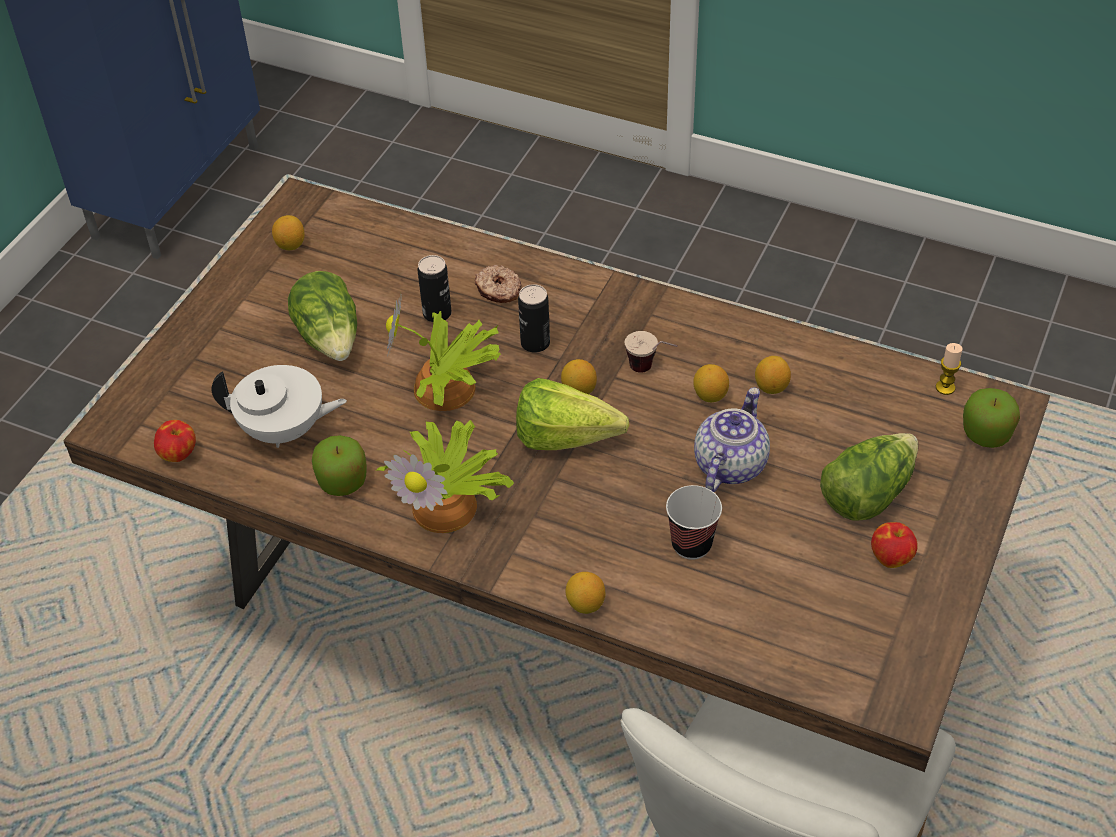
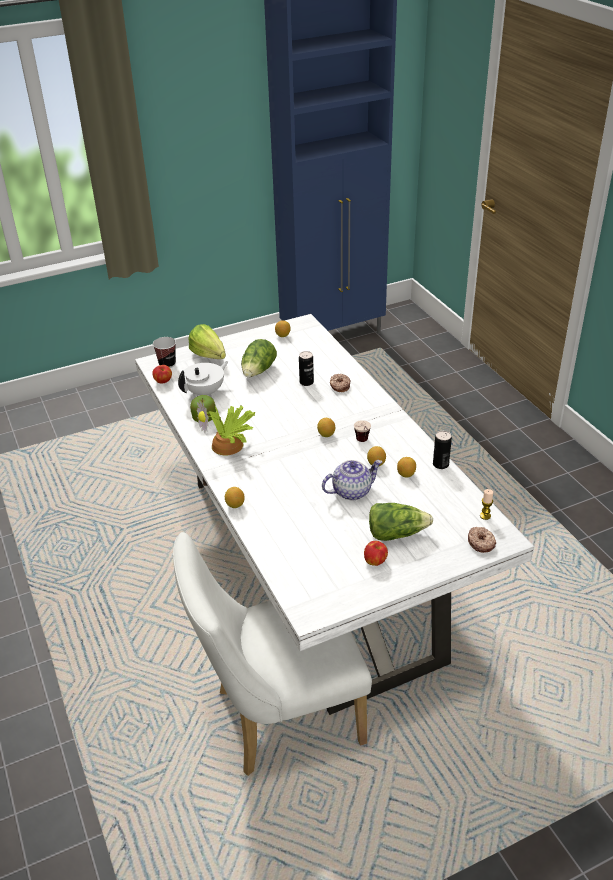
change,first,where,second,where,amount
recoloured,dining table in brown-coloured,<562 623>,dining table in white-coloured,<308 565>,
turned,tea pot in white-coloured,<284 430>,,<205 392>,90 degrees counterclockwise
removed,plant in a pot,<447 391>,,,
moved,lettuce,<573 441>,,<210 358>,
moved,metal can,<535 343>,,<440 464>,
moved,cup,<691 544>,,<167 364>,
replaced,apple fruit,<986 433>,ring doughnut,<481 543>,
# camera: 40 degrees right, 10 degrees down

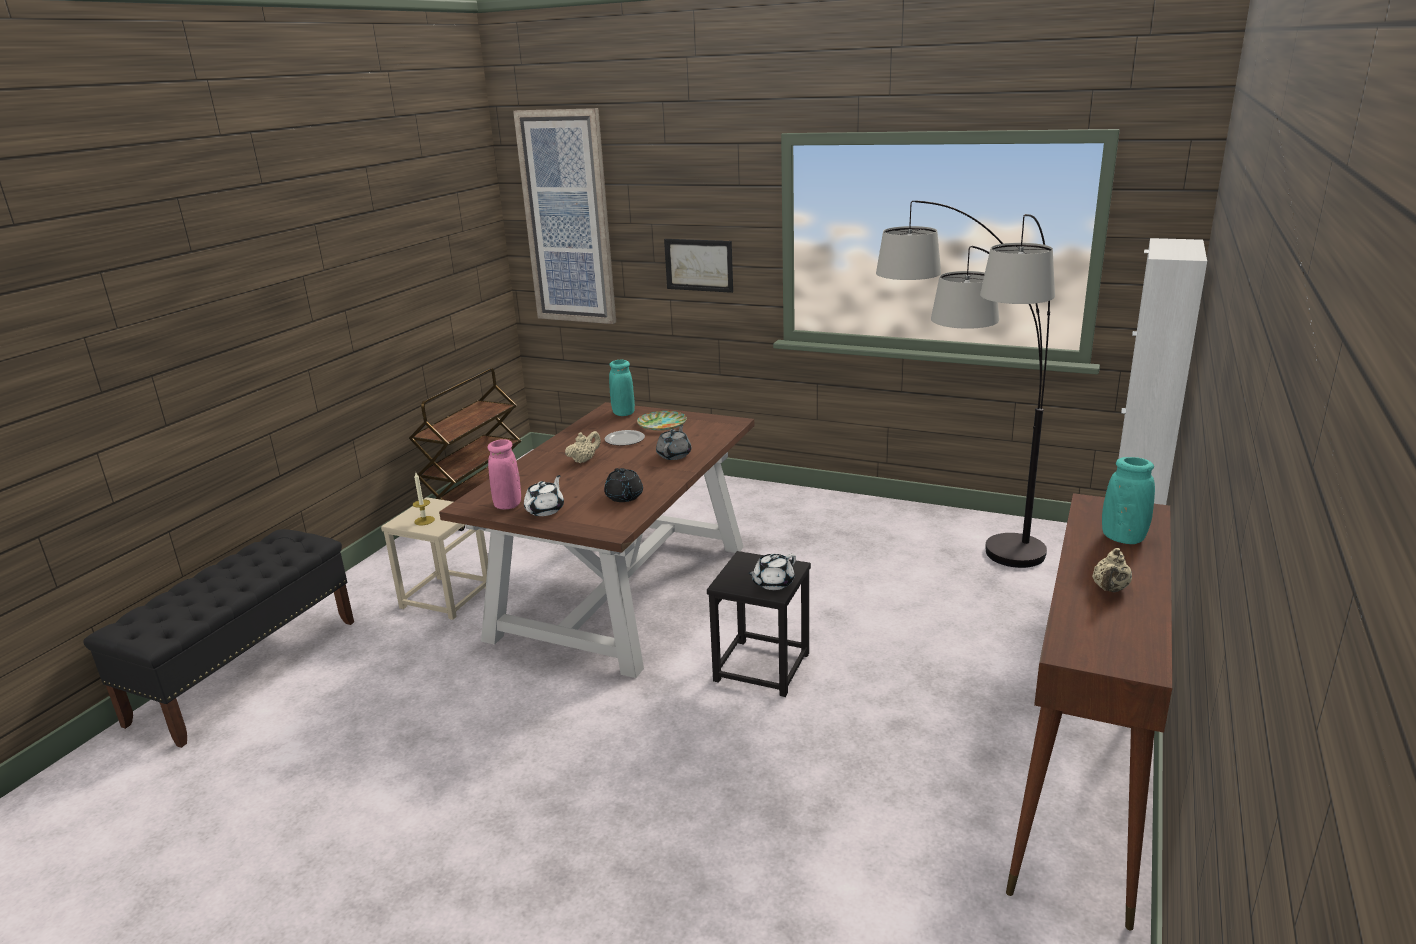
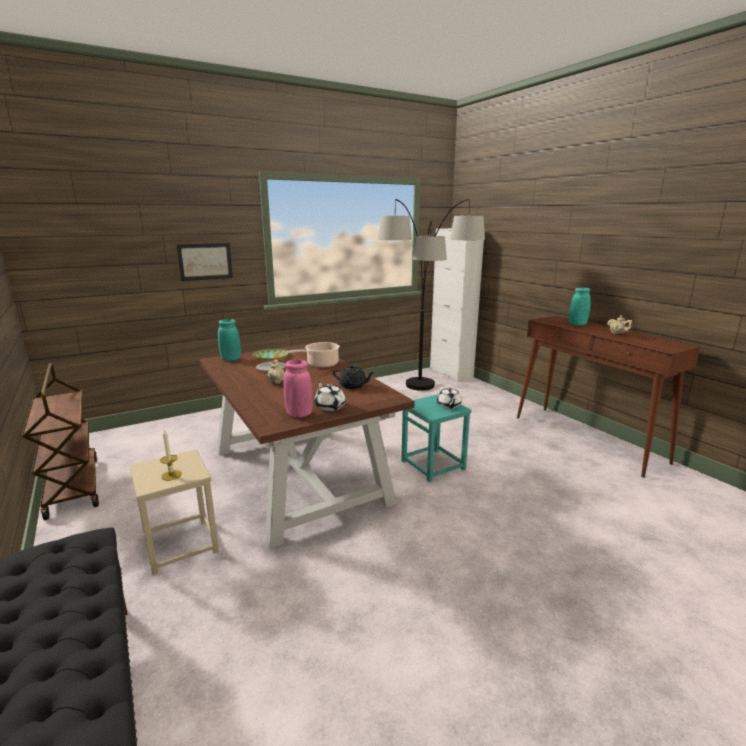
change,first,where,second,where,amount
removed,picture,<568 219>,,,
replaced,tea pot in grey,<674 455>,saucepot,<320 364>,
recoloured,sitting stool in black-coloured,<762 667>,sitting stool in blue-green,<433 465>,
# camera: 55 degrees left, 5 degrees down

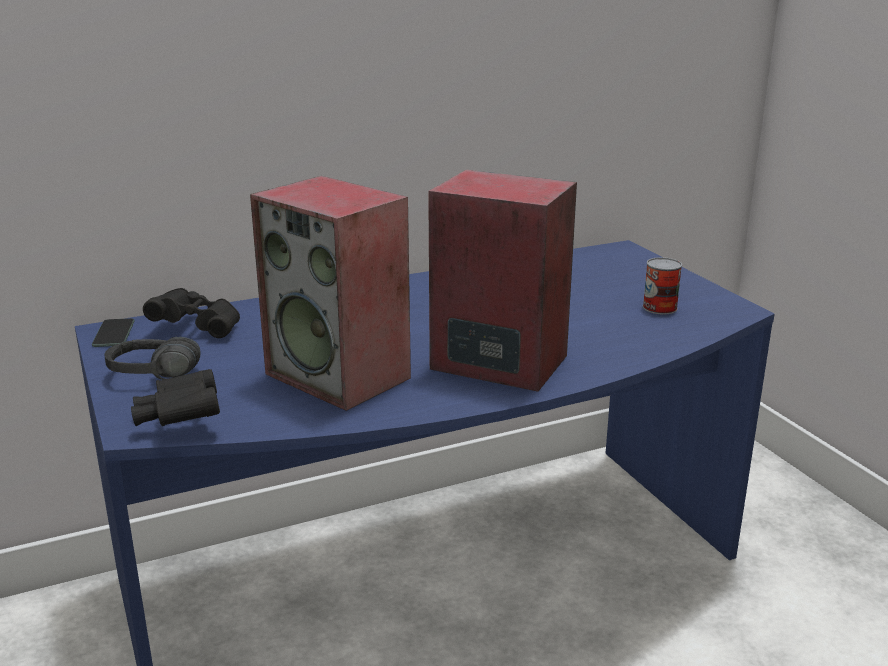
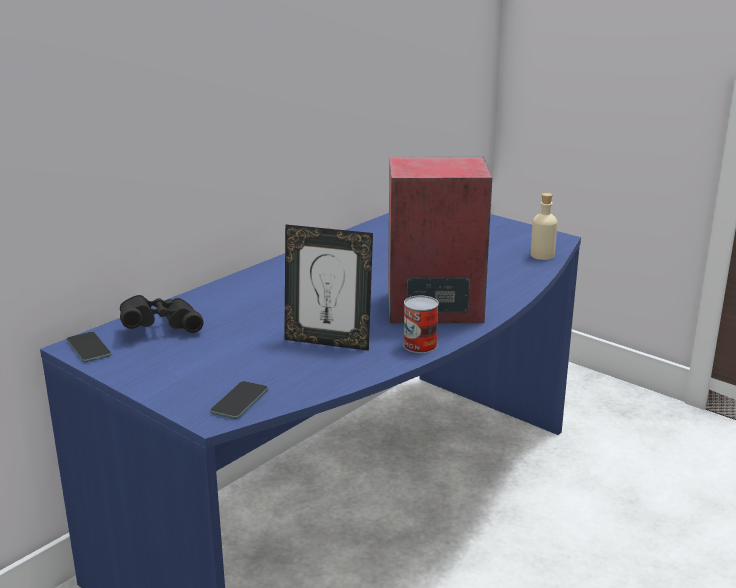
change,first,where,second,where,amount
removed,headphones in black-coloured,<151 380>,,,
replaced,binoculars in black-coloured,<180 419>,telephone,<239 401>,
replaced,loudspeaker,<340 376>,picture frame,<328 341>,
moved,metal can,<659 307>,,<420 345>,
added,,,bottle in beige-coloured,<542 255>,
# camera: 25 degrees left, 0 degrees up

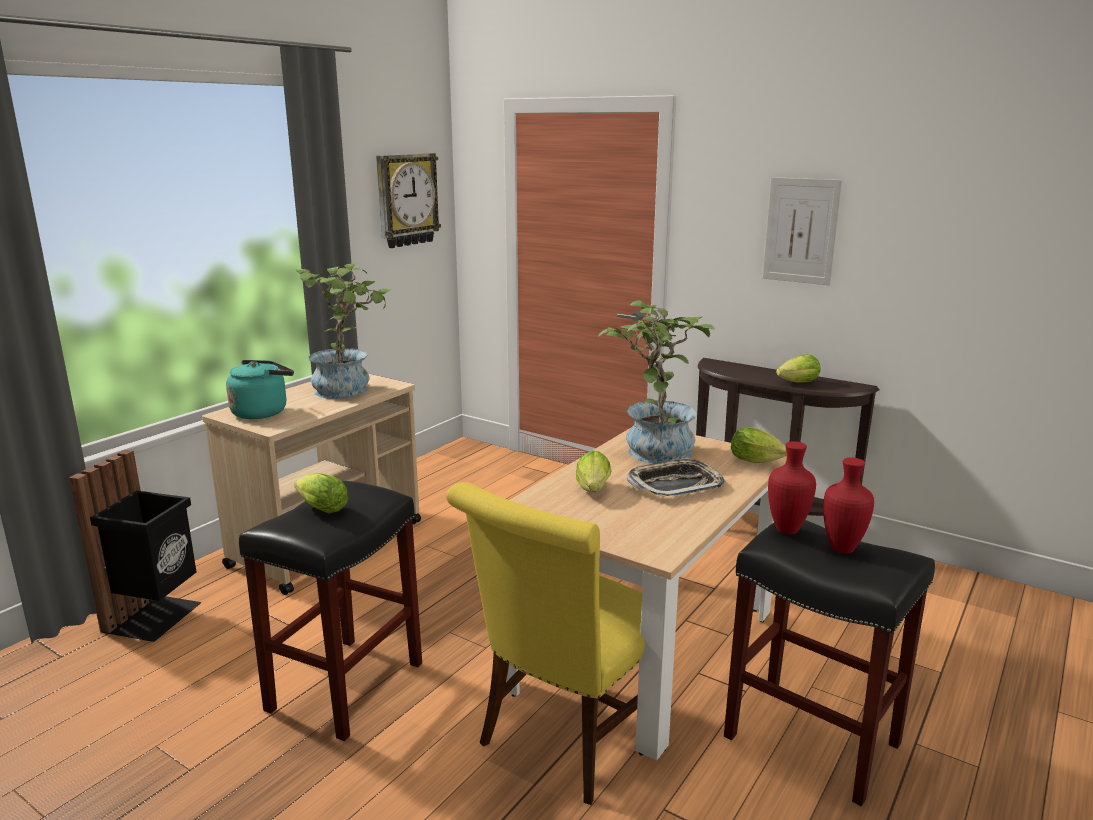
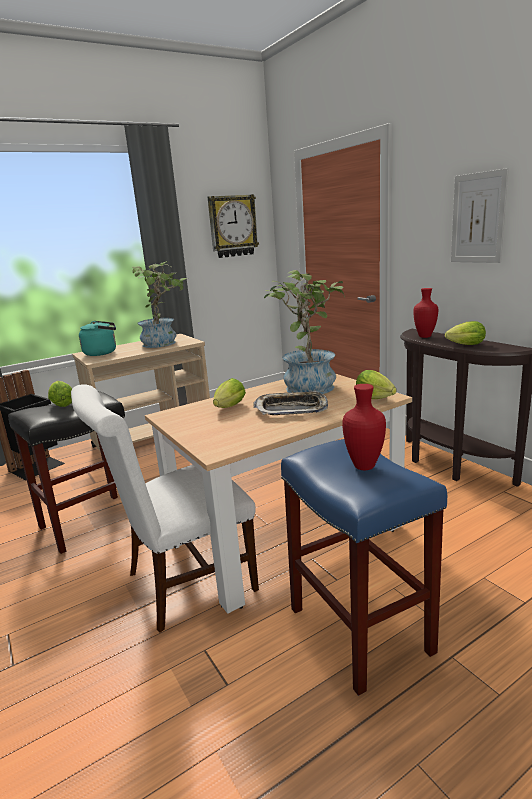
change,first,where,second,where,amount
recoloured,chair in yellow,<566 739>,chair in white-coloured,<183 584>,
recoloured,sitting stool in black-coloured,<814 740>,sitting stool in bluish,<361 630>,
moved,decorative vase in red-coloured,<786 530>,,<424 337>,
# camera: 25 degrees right, 0 degrees up

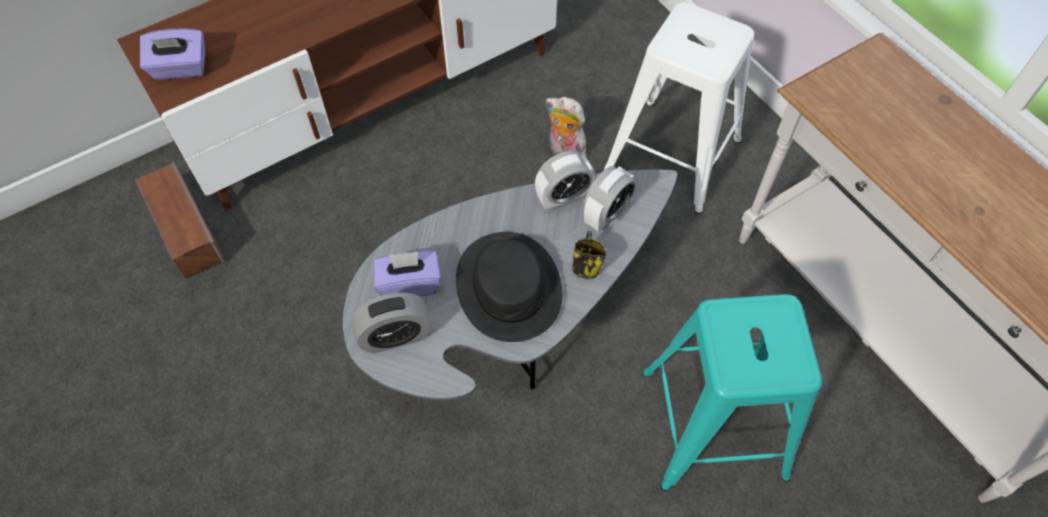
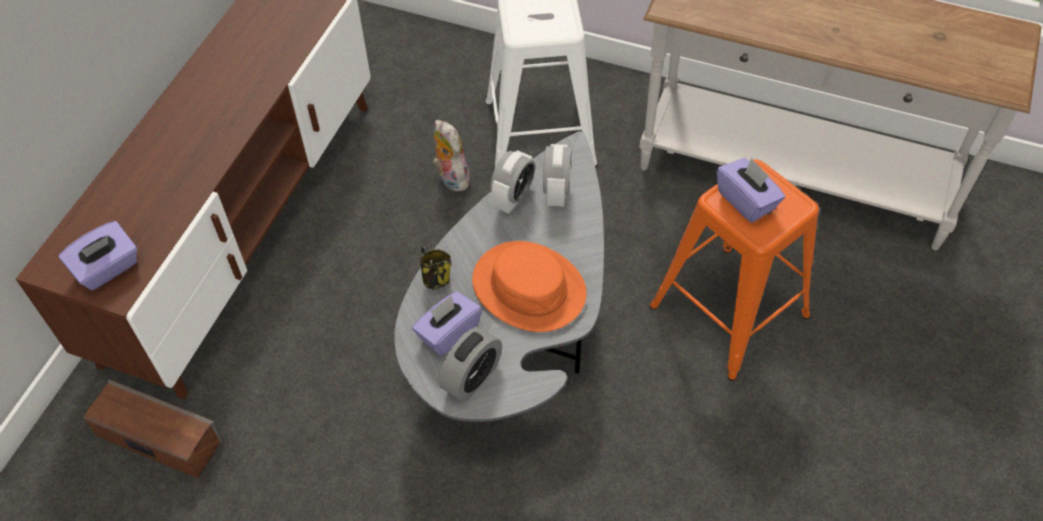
change,first,where,second,where,amount
recoloured,hat in black-coloured,<509 287>,hat in orangey,<529 287>,
turned,plush toy,<564 151>,,<450 178>,60 degrees clockwise
moved,coffee mug,<586 266>,,<435 278>,
recoloured,sitting stool in blue-green,<716 424>,sitting stool in orangey,<731 311>,
added,,,tissue box in purple-coloured,<746 201>,
# camera: 35 degrees left, 5 degrees down

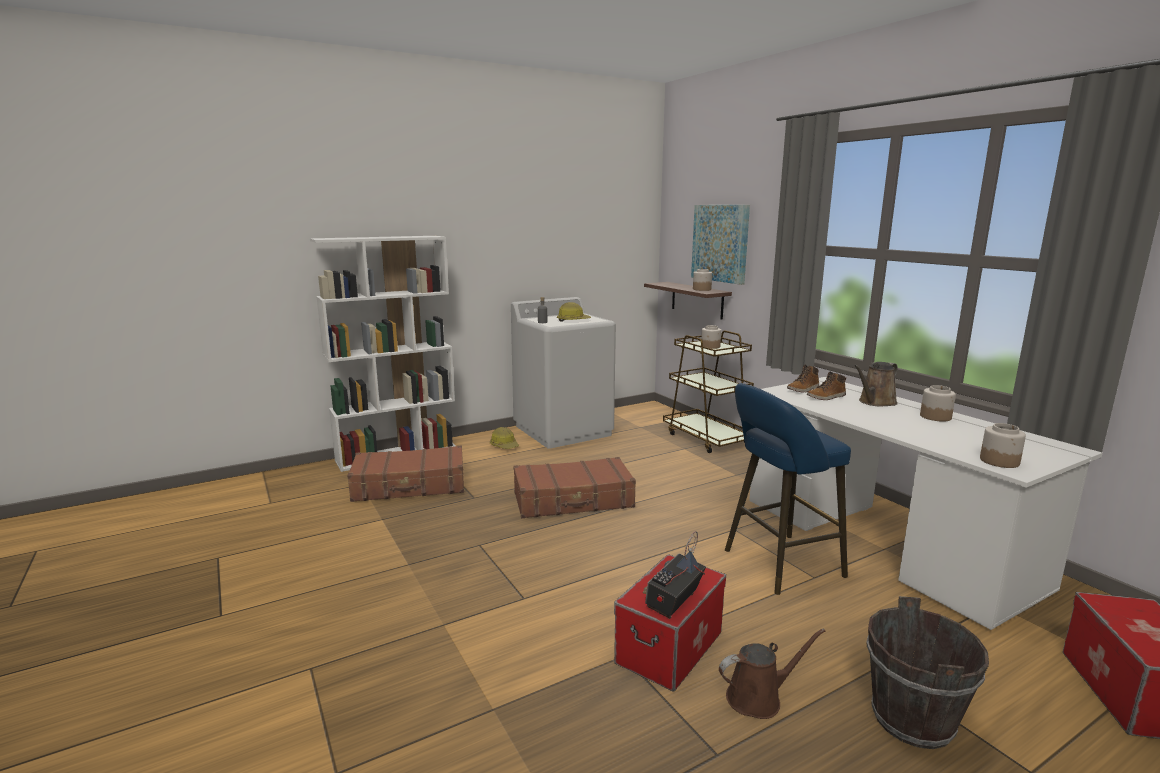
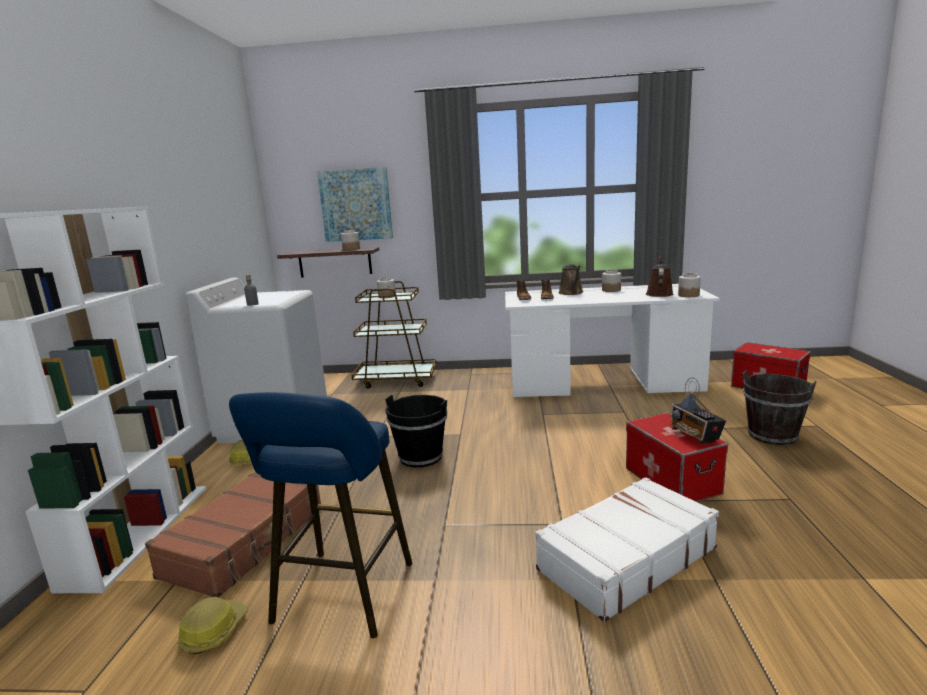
change,first,where,second,where,amount
replaced,suitcase in brown-coloured,<573 500>,bucket in black-coloured,<421 457>,
moved,hard hat,<573 320>,,<213 632>,
moved,watering pot in brown-coloured,<758 698>,,<659 294>,
moved,sitting stool in bluish,<777 564>,,<341 597>,
added,,,suitcase in white-coloured,<625 559>,
# camera: 55 degrees left, 0 degrees up

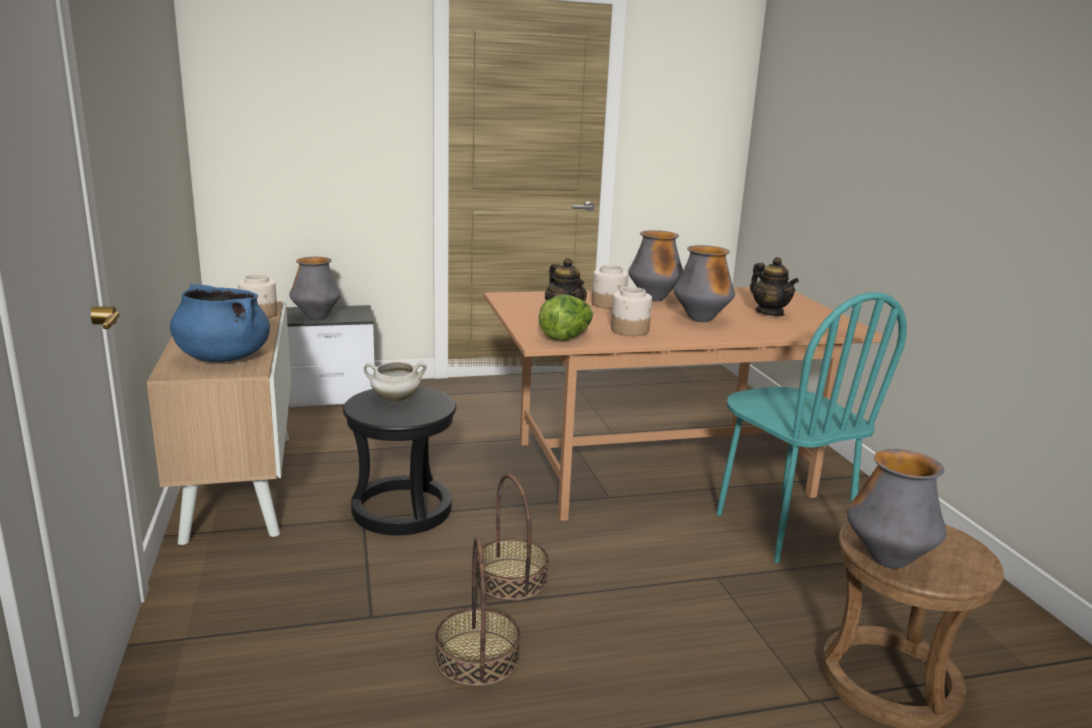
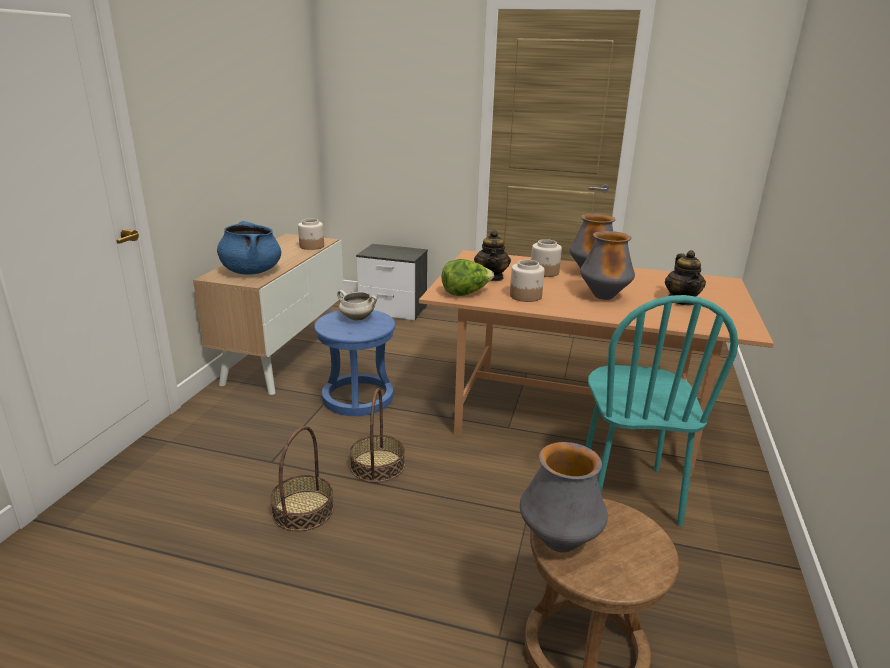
change,first,where,second,where,amount
removed,decorative vase,<316 317>,,,
recoloured,sitting stool in black-coloured,<401 510>,sitting stool in bluish,<357 397>,
# camera: 30 degrees right, 5 degrees up

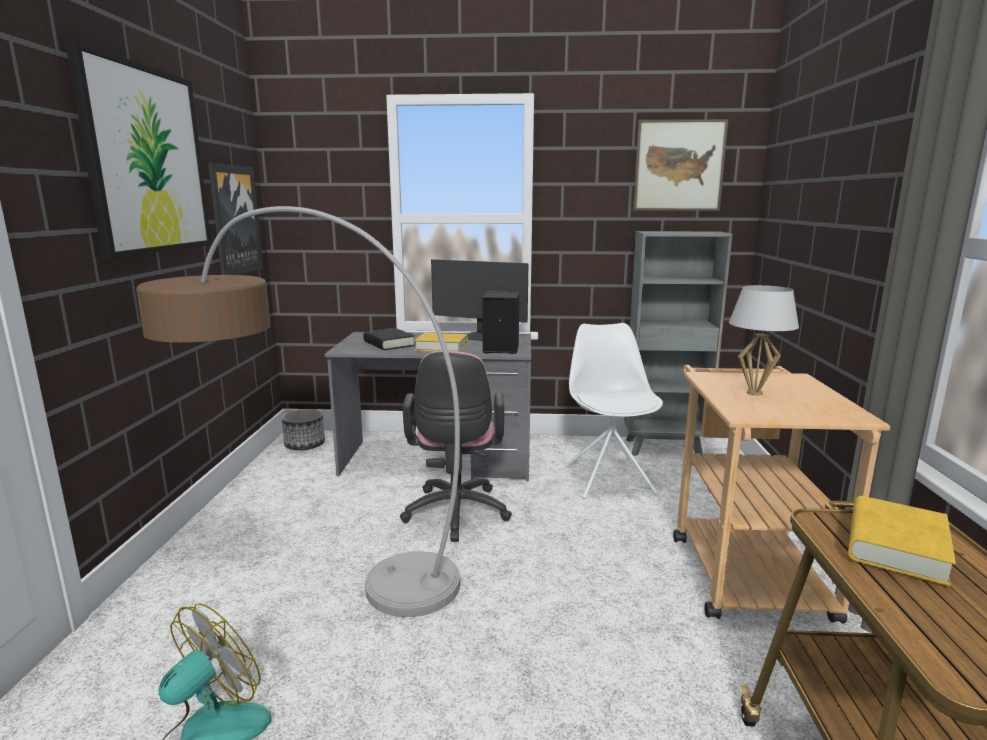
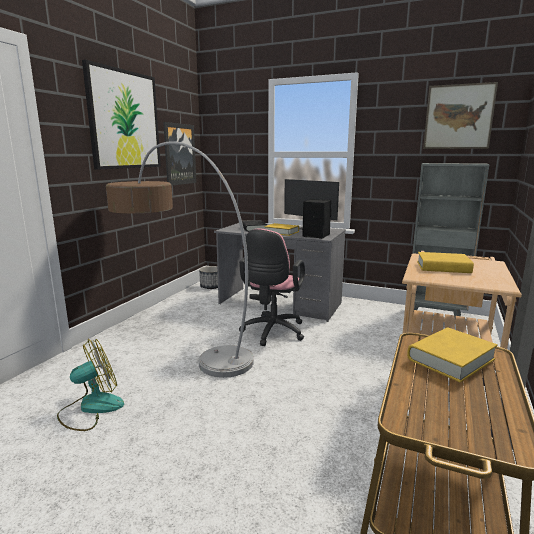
change,first,where,second,where,amount
removed,chair in white-coloured,<608 479>,,,
replaced,table lamp in white-coloured,<754 393>,bound book in yellow,<443 267>,
# camera: 20 degrees right, 0 degrees up

